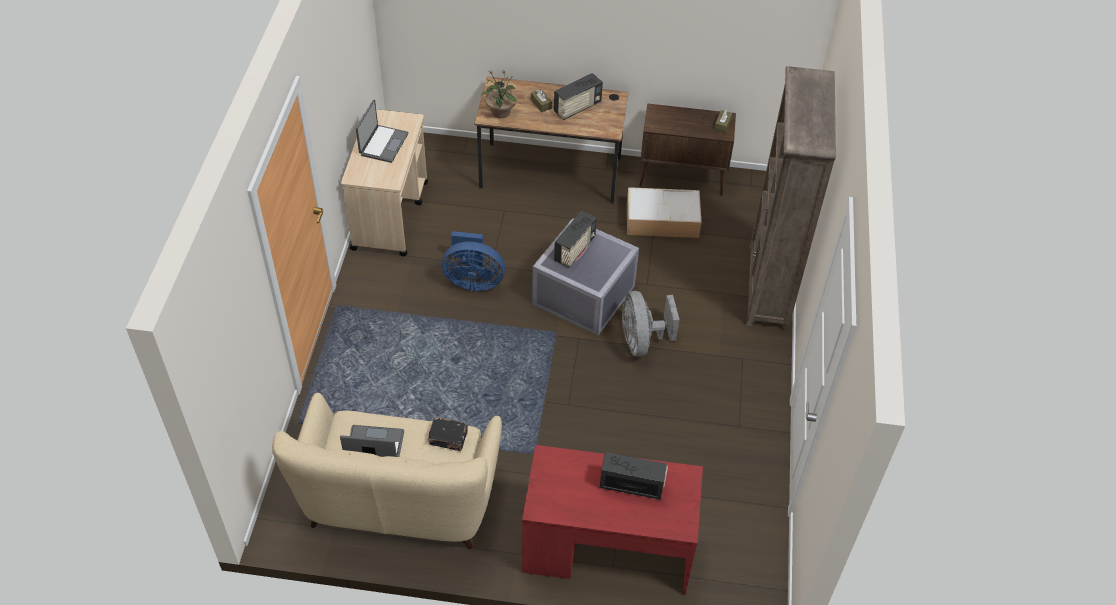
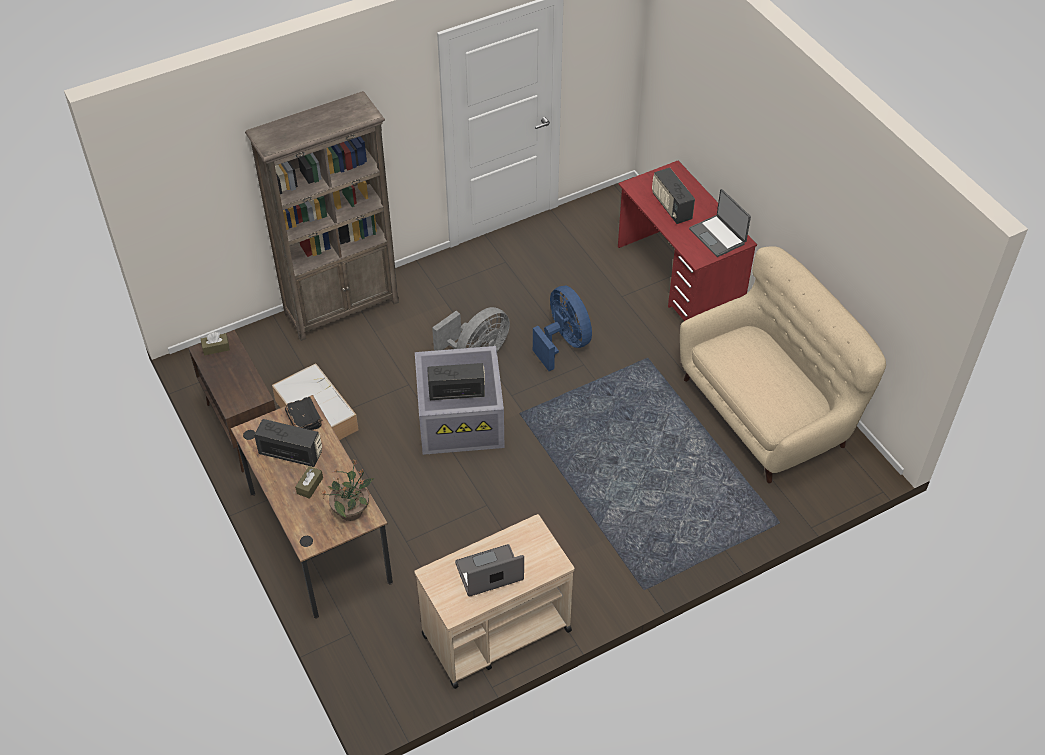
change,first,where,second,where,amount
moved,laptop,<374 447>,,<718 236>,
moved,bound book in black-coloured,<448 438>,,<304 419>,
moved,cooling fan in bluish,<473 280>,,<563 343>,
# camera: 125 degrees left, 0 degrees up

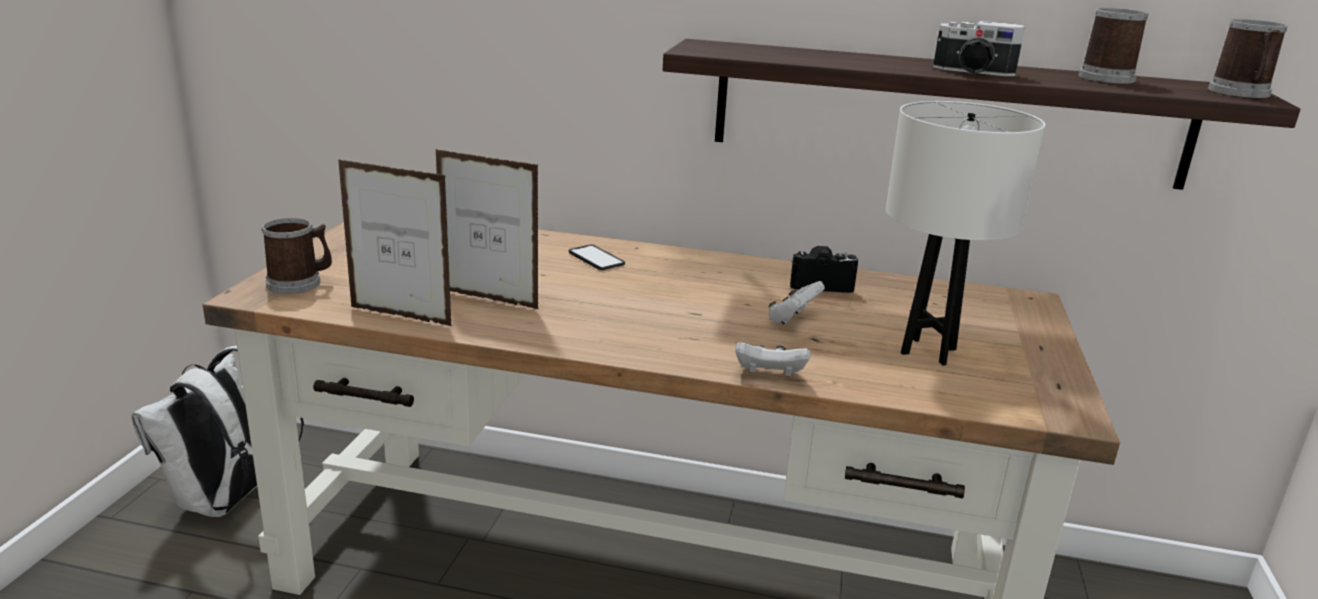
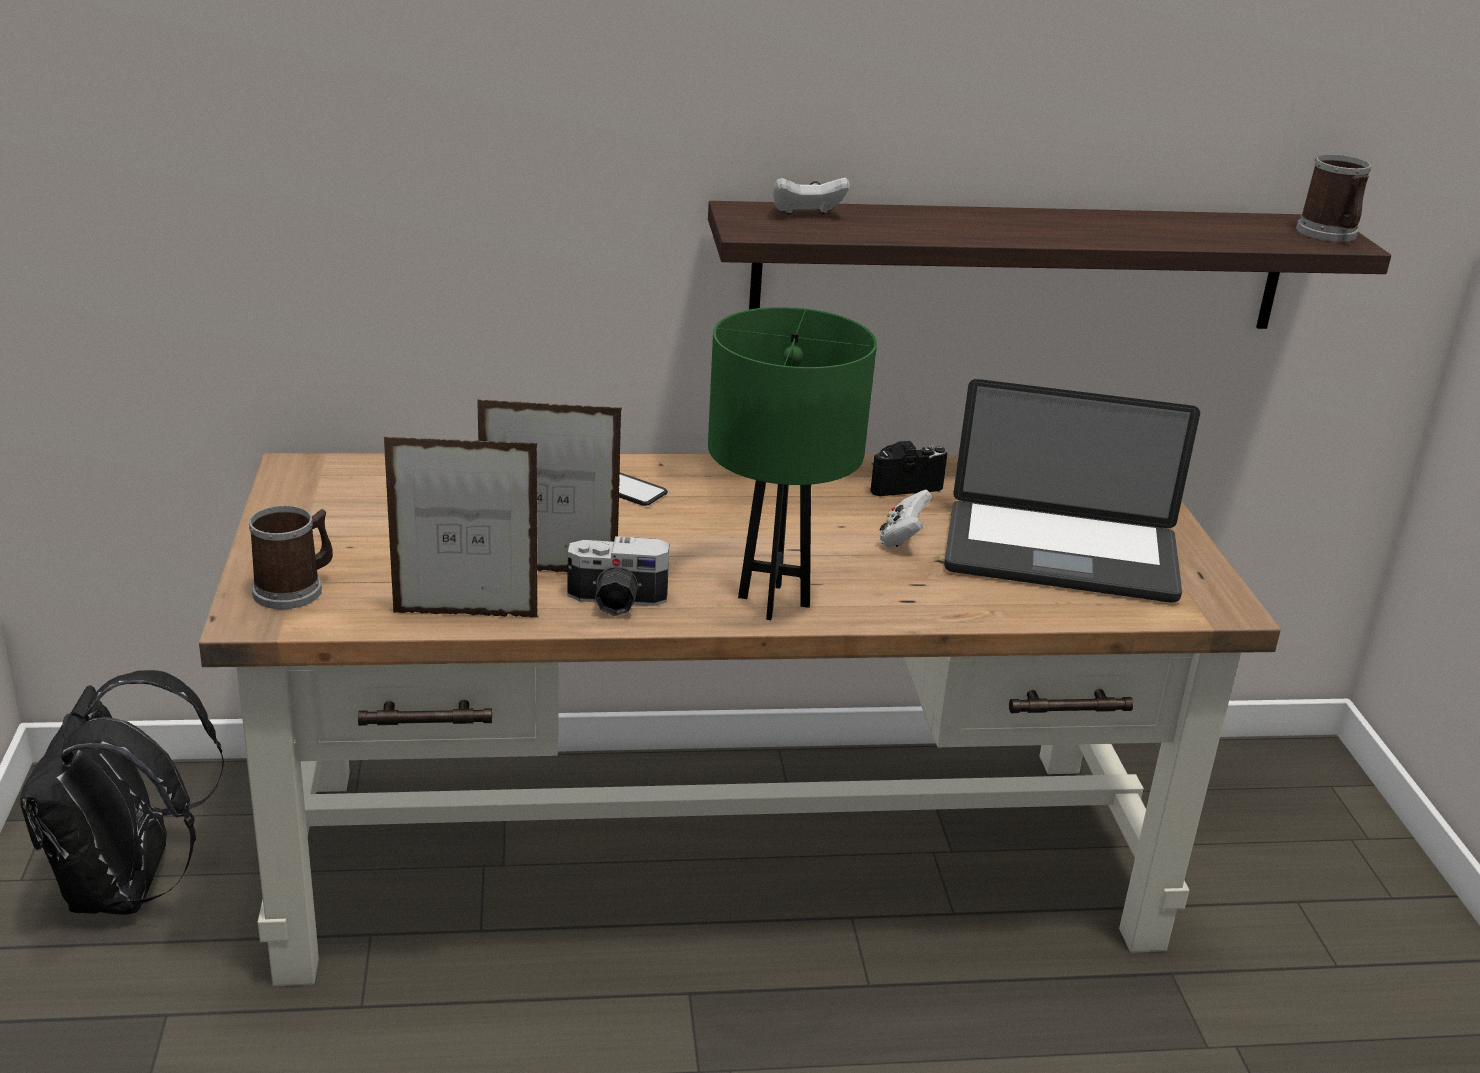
change,first,where,second,where,amount
recoloured,rucksack in white-coloured,<229 501>,rucksack in black-coloured,<127 888>,
moved,joypad in white-coloured,<769 375>,,<806 214>,
replaced,table lamp in white-coloured,<928 351>,laptop,<1060 555>,
moved,still camera,<973 72>,,<616 602>,
removed,coffee mug,<1104 77>,,,
added,,,table lamp in greenish,<774 602>,
# camera: 20 degrees left, 5 degrees up

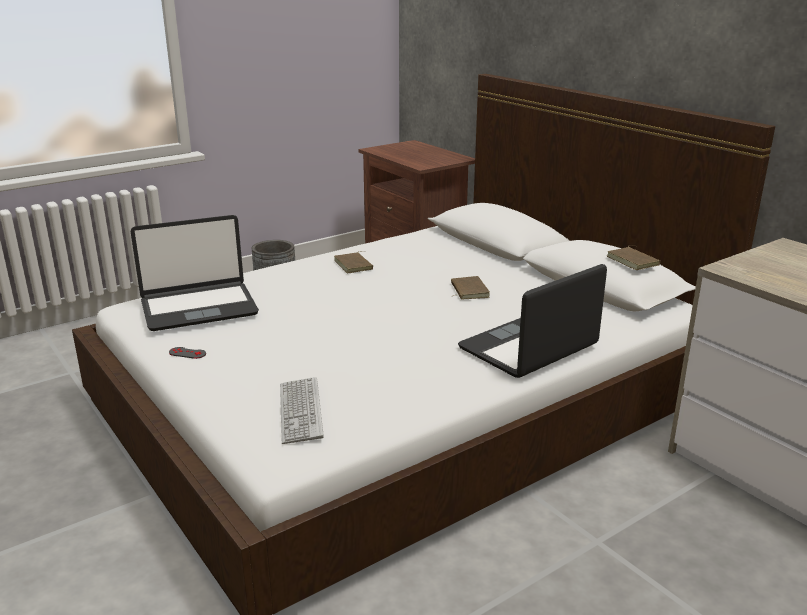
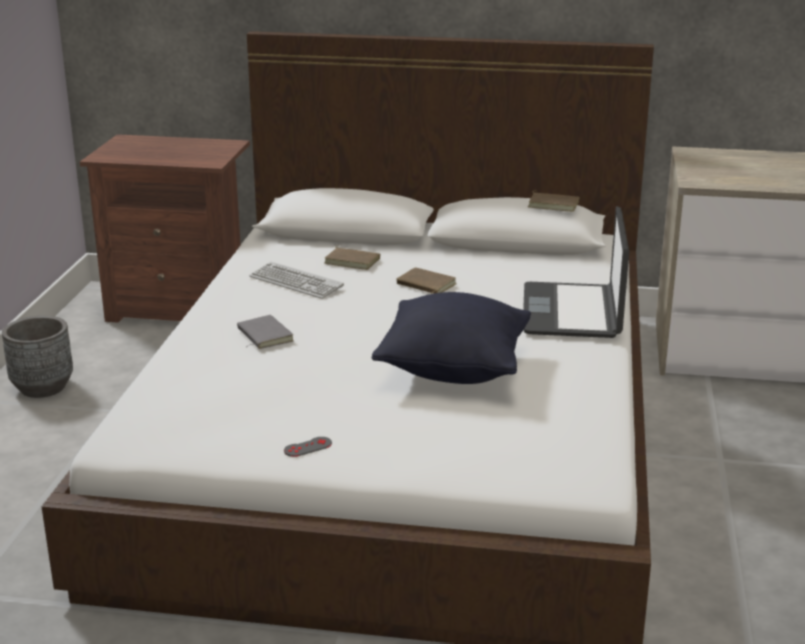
change,first,where,second,where,amount
removed,laptop,<199 307>,,,
moved,computer keyboard,<300 411>,,<296 282>,
moved,bound book in brown-coloured,<354 265>,,<353 261>,
added,,,bound book in grey,<263 336>,
added,,,cushion in black-coloured,<453 370>,
# camera: 45 degrees left, 0 degrees up

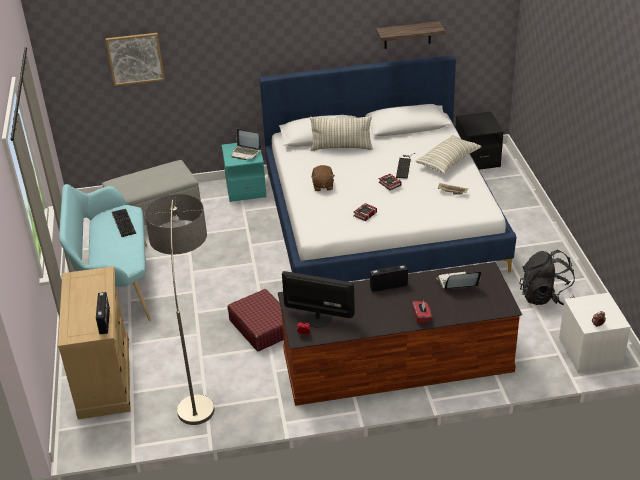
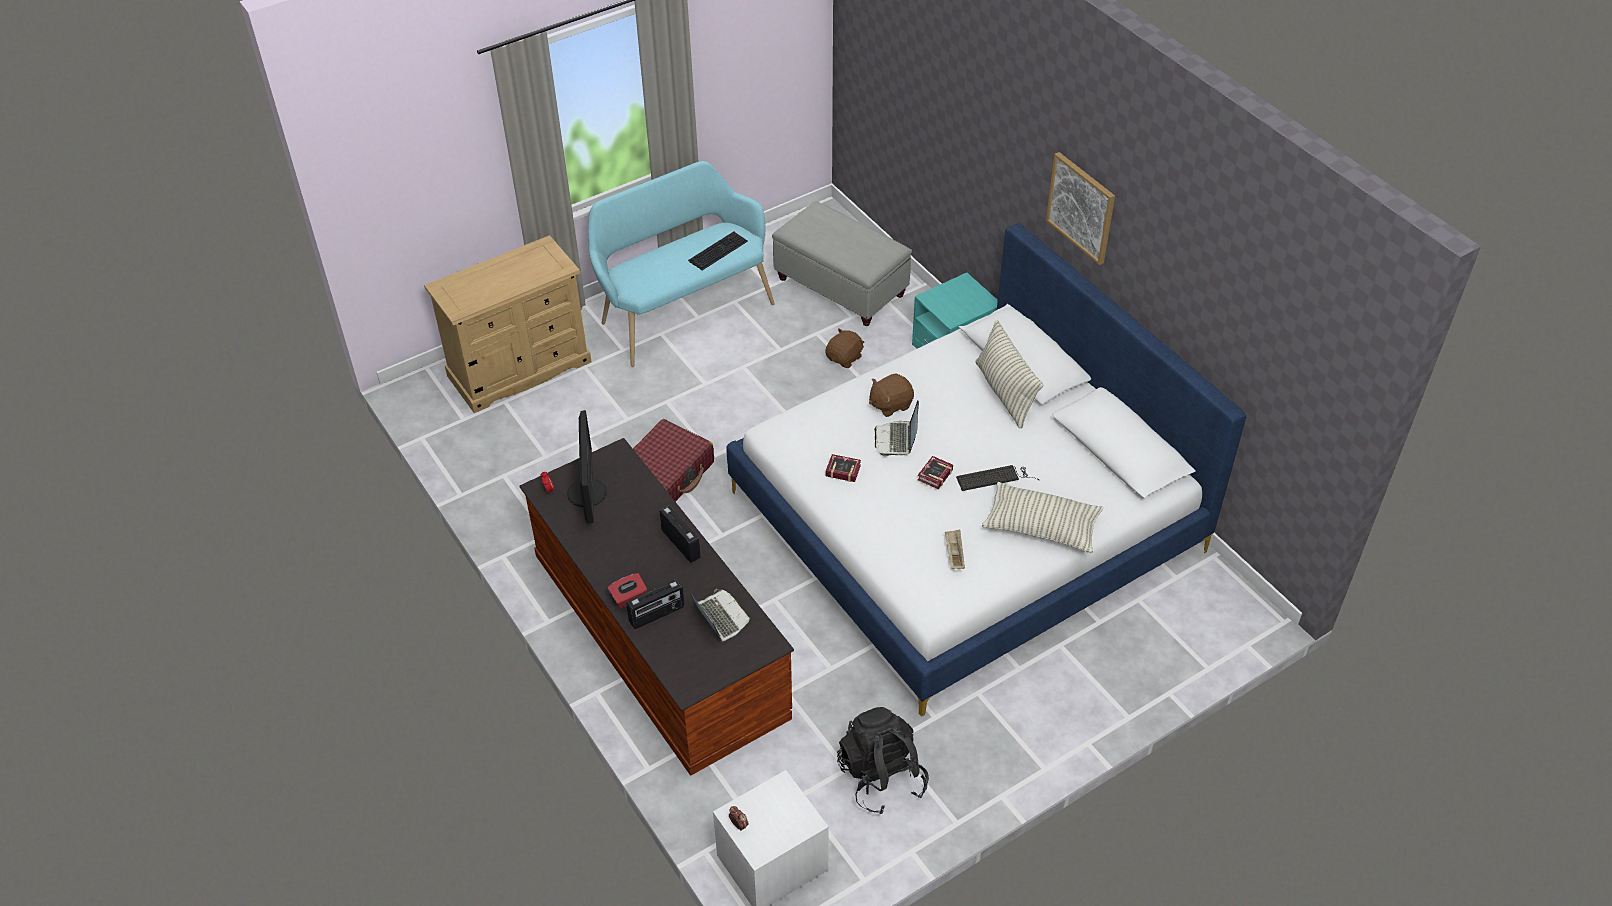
change,first,where,second,where,amount
moved,radio receiver,<105 321>,,<657 615>,
moved,picture,<135 58>,,<1081 207>,
removed,floor lamp,<197 379>,,,
moved,laptop,<246 153>,,<897 440>,
removed,wall shelf,<407 35>,,,
removed,night table in black-coloured,<477 159>,,,
added,,,plush toy in brown-coloured,<845 358>,
# camera: 65 degrees right, 10 degrees up

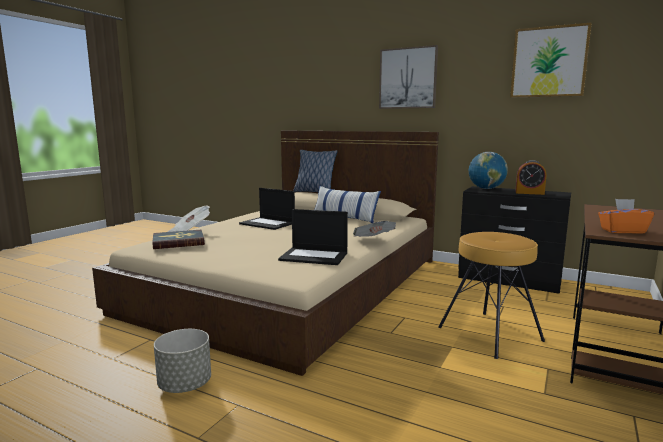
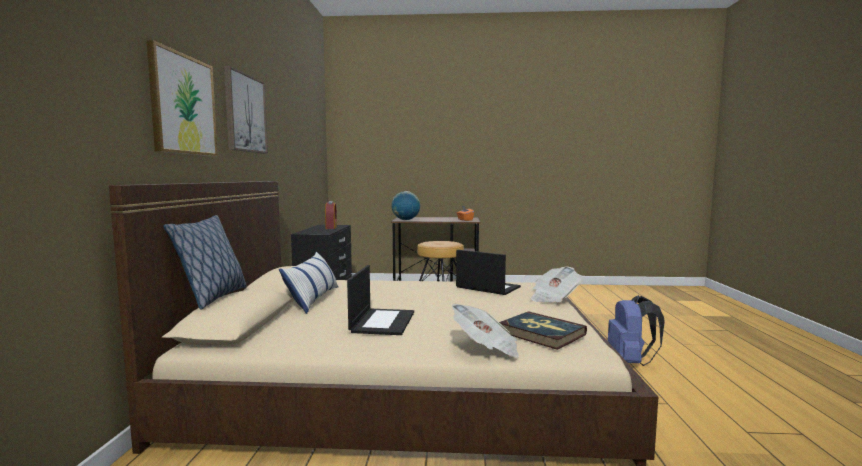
change,first,where,second,where,amount
replaced,plant pot in grey,<184 385>,rucksack in bluish,<630 362>,
turned,laptop,<315 256>,,<487 287>,45 degrees counterclockwise
moved,printed paper,<373 241>,,<553 298>,
moved,world globe,<486 189>,,<405 220>,
moved,picture,<549 62>,,<183 105>,
# camera: 115 degrees left, 5 degrees down

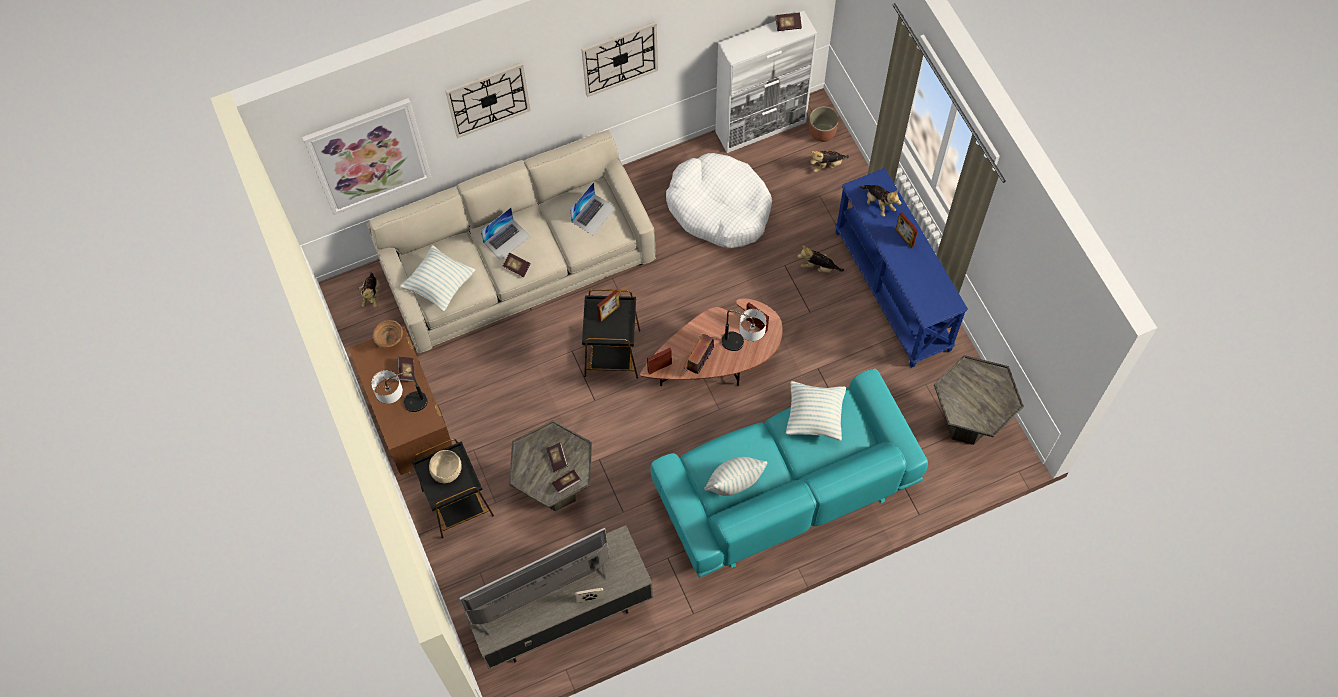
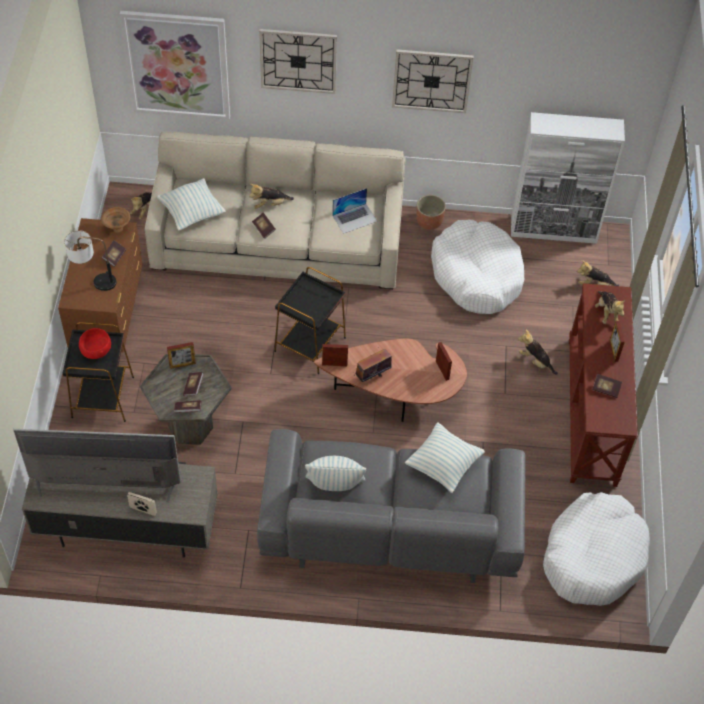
change,first,where,second,where,amount
recoloured,bowl in beige-coloured,<446 471>,bowl in red-coloured,<96 351>,
replaced,laptop,<507 239>,plush toy,<270 204>,
moved,picture frame,<609 313>,,<182 364>,
recoloured,couch in blue-green,<784 488>,couch in grey,<389 525>,
removed,table lamp,<743 345>,,,
moved,bound book,<788 25>,,<606 389>,
moved,plant pot,<822 132>,,<429 222>,
recoloured,console table in bluish,<893 290>,console table in brown-coloured,<593 411>,
replaced,accent table in grey,<966 424>,dog bed in white-coloured,<593 556>,
# camera: 25 degrees right, 10 degrees down

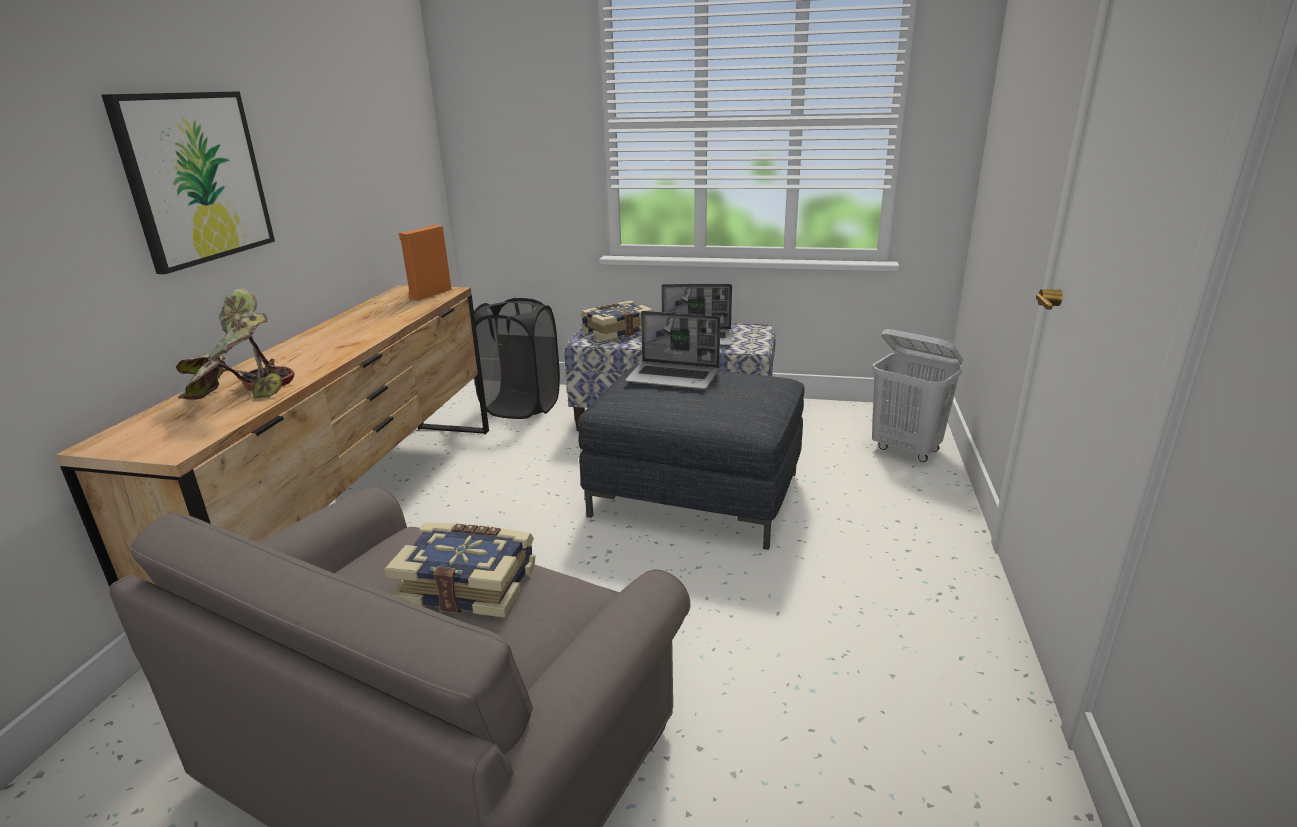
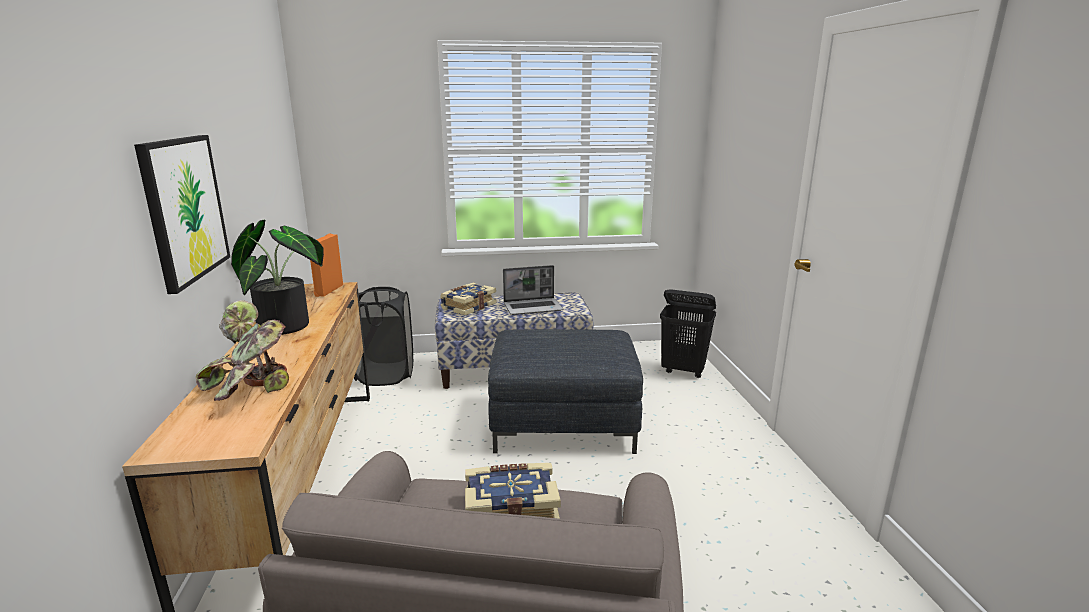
change,first,where,second,where,amount
removed,laptop,<674 377>,,,
recoloured,washing basket in white-coloured,<906 450>,washing basket in black-coloured,<683 371>,
added,,,plant in a pot,<290 325>,
# camera: 20 degrees left, 5 degrees down

